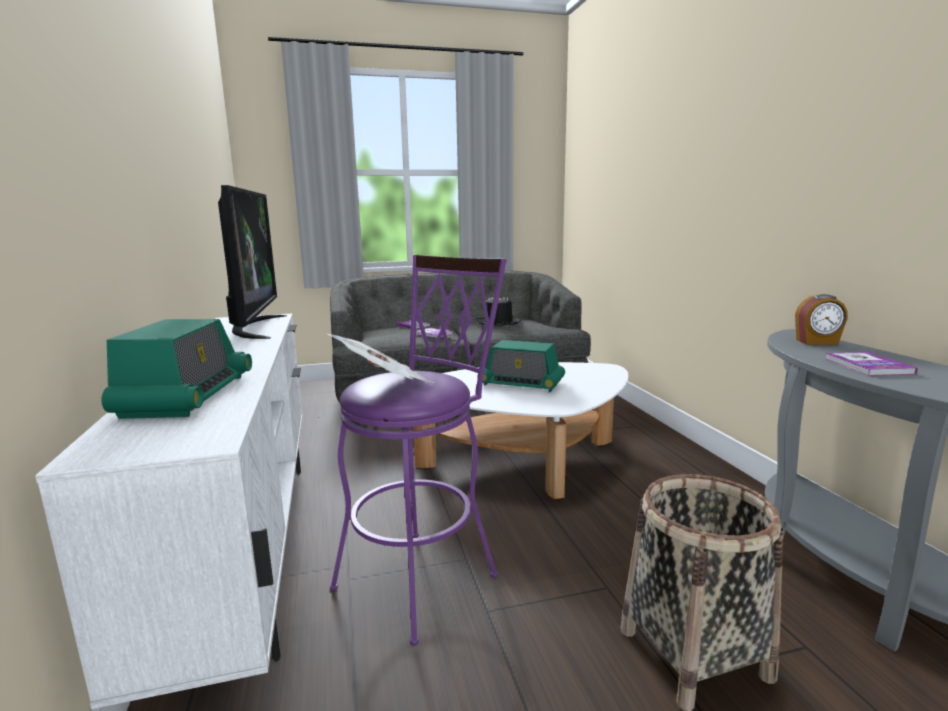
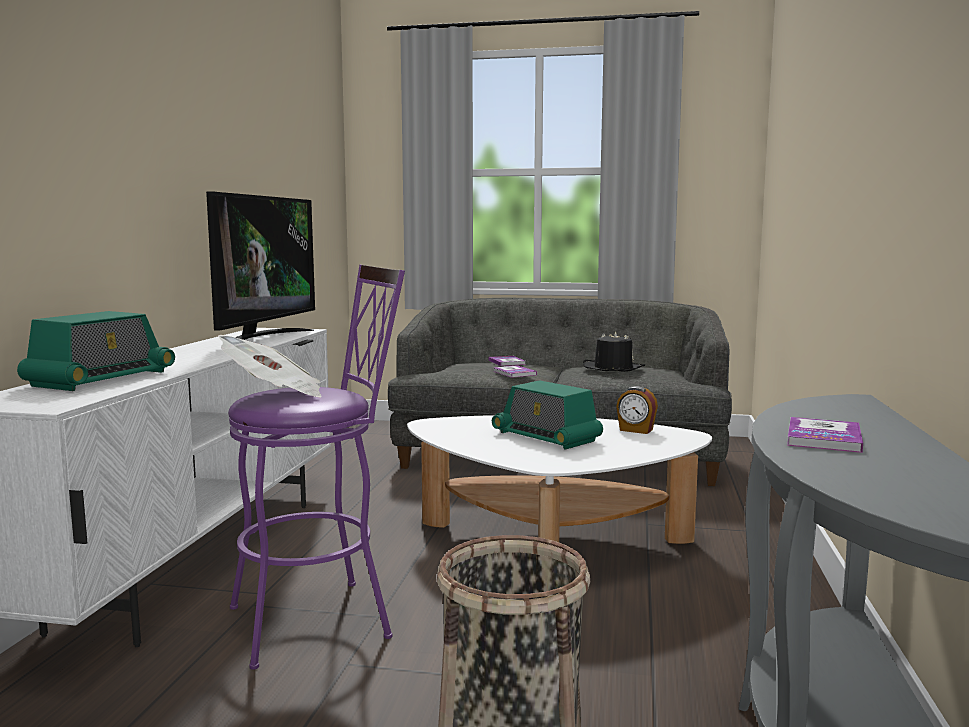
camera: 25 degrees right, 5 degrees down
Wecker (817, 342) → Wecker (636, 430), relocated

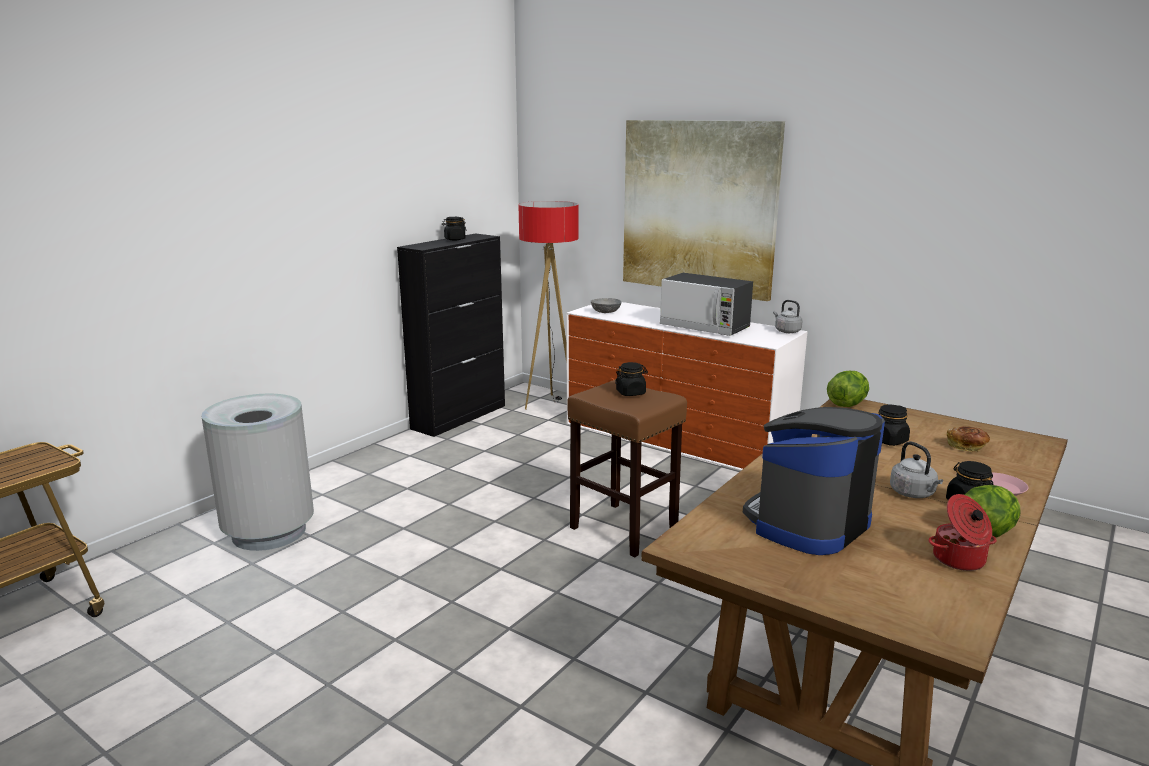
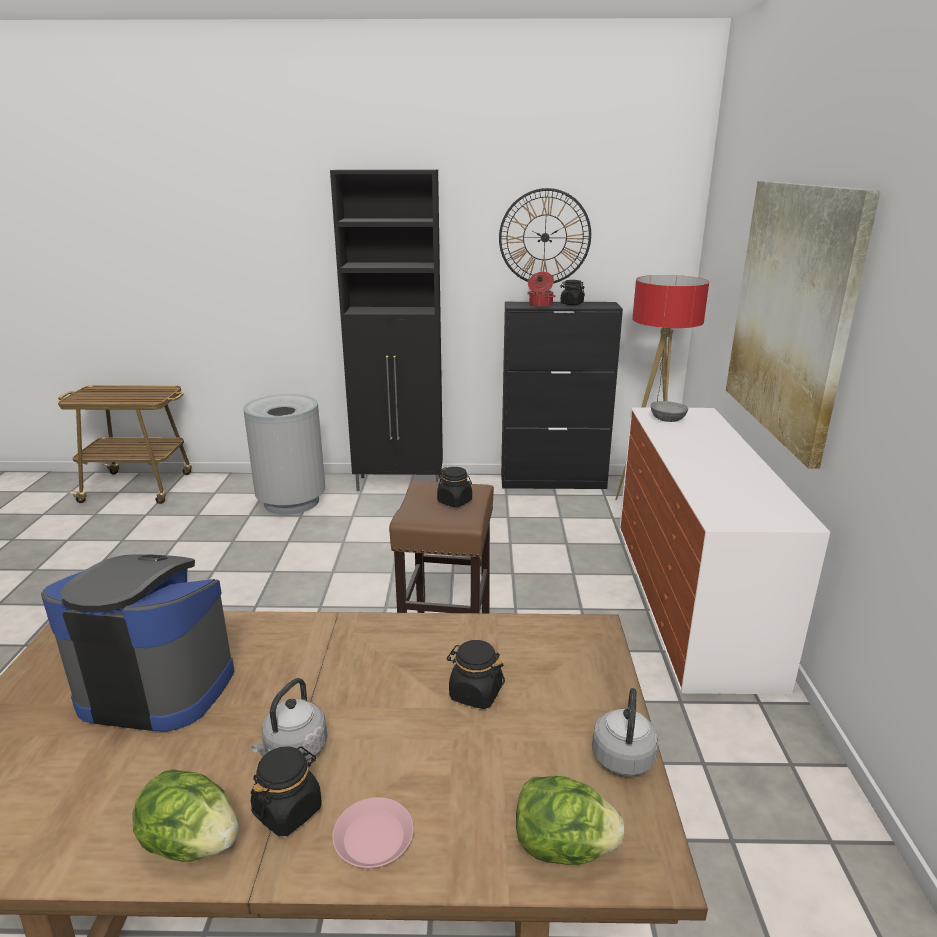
camera: 55 degrees right, 5 degrees up
Mikrowelle (705, 327) → -
Brot (966, 447) → -
- → Schrank/schwarz (400, 484)
- → Wanduhr (544, 237)
Wasserkessel/grau (786, 331) → Wasserkessel/grau (623, 755), relocated
Salatkopf (847, 404) → Salatkopf (562, 847), relocated
Kochtopf (959, 560) → Kochtopf (540, 305), relocated

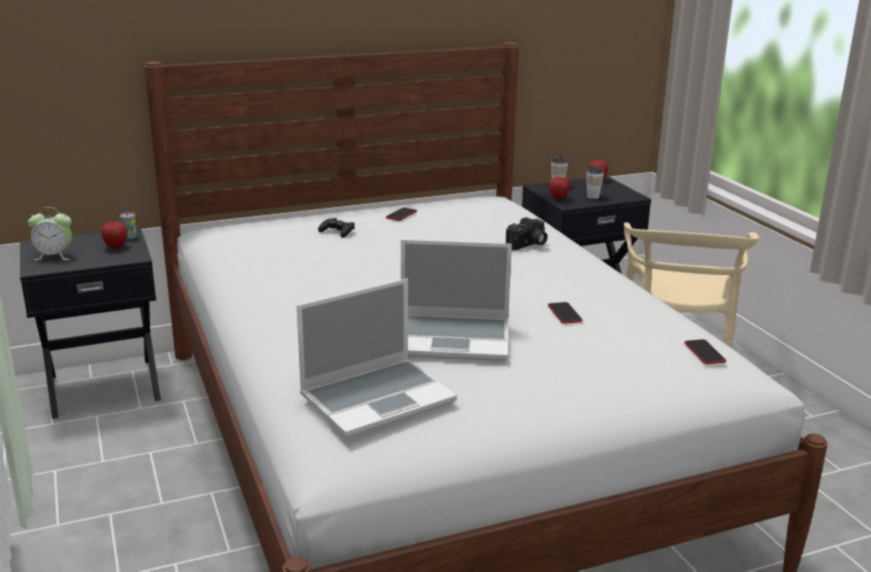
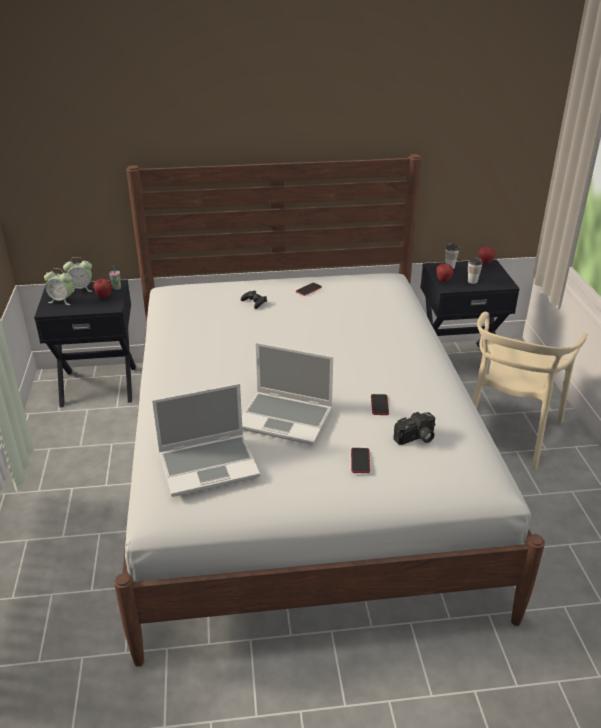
camera: 15 degrees right, 10 degrees up
- → Wecker (81, 289)
Kamera (528, 245) → Kamera (416, 438), relocated
Handy (704, 353) → Handy (360, 461), relocated

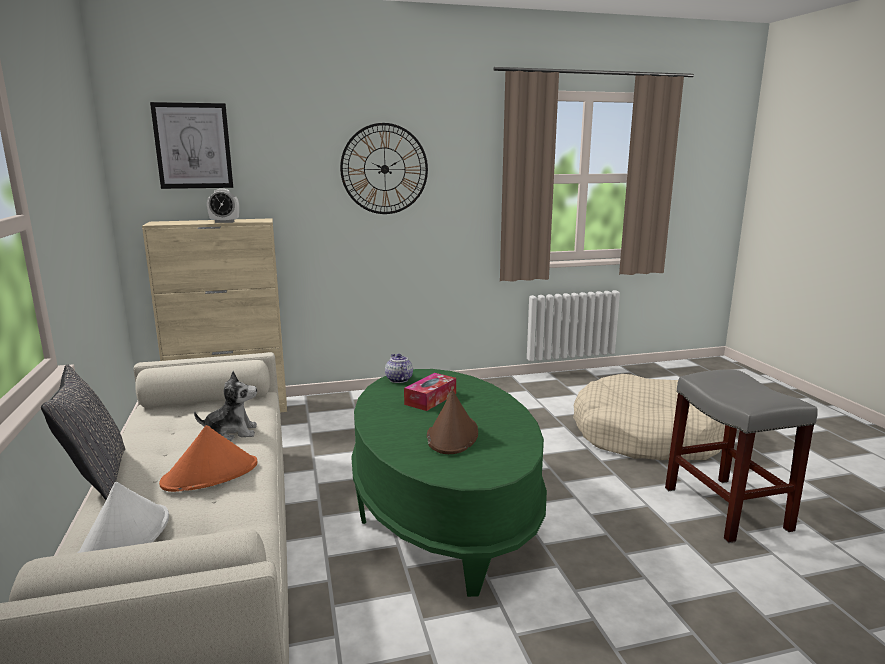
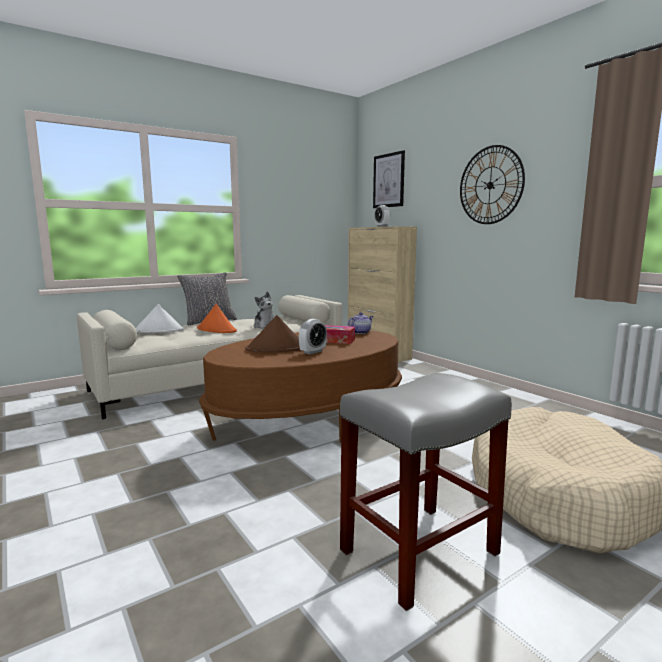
camera: 70 degrees right, 5 degrees down
- → Wecker (313, 352)
Couchtisch/grün (443, 509) → Couchtisch/braun (309, 419)

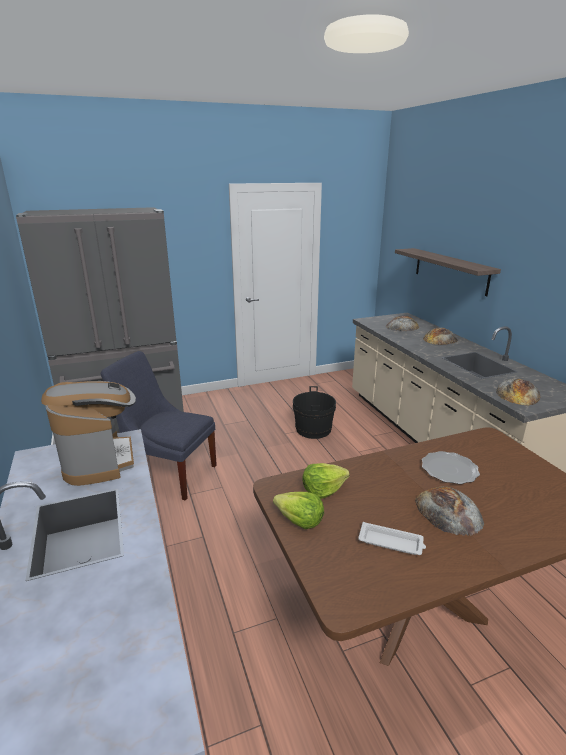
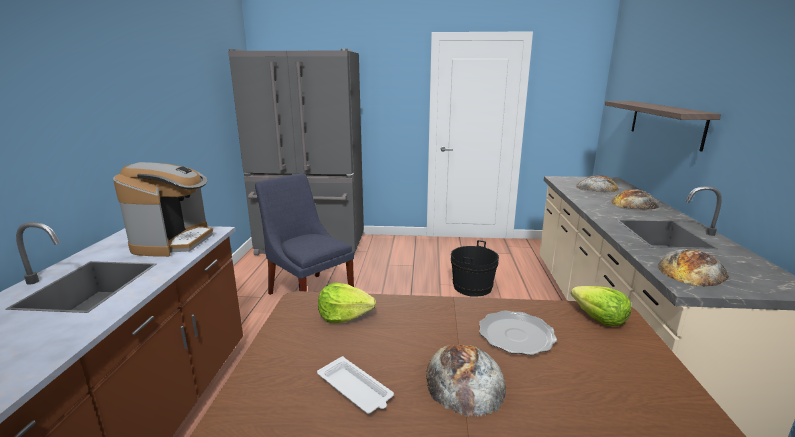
camera: 25 degrees right, 5 degrees down
Salatkopf (299, 520) → Salatkopf (599, 318), relocated

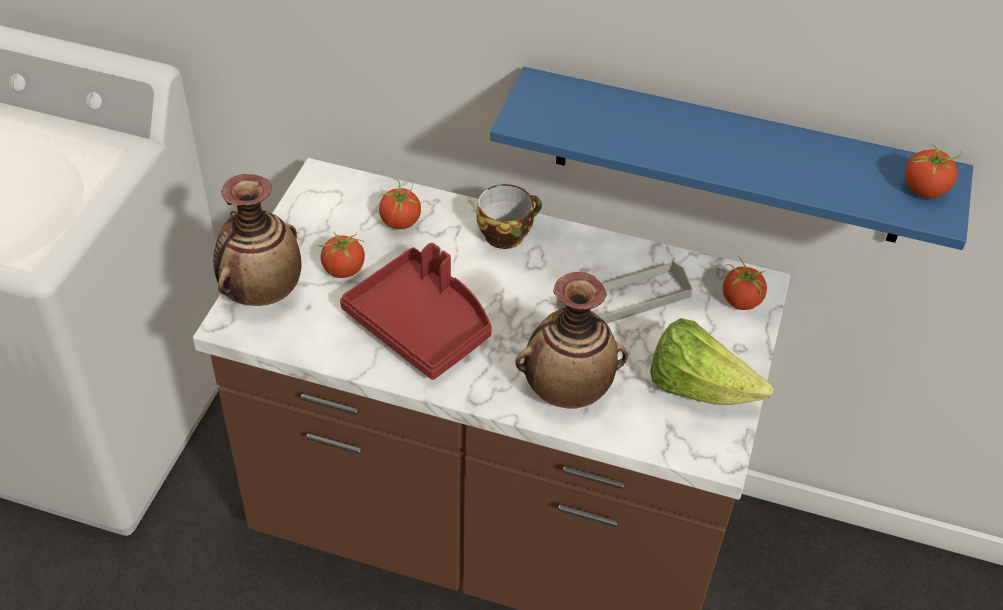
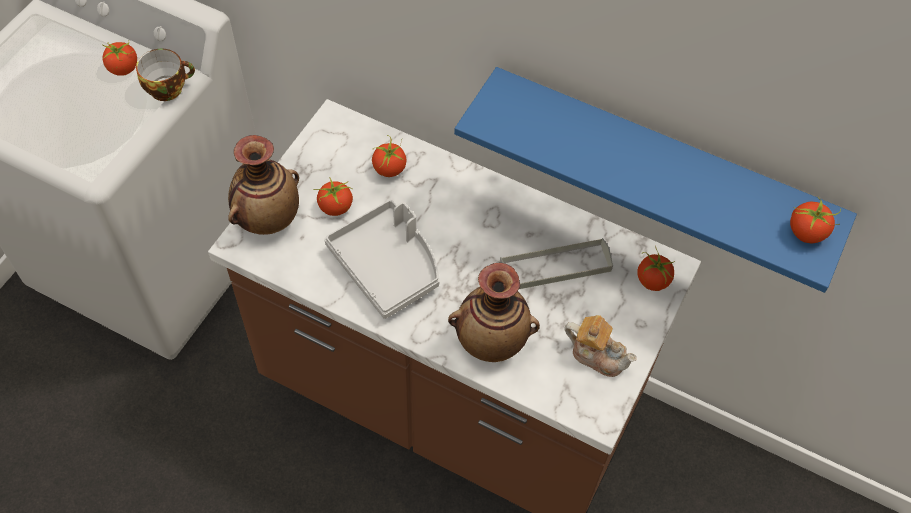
camera: 10 degrees right, 10 degrees up
- → Tomate (124, 69)
Tasse (506, 233) → Tasse (168, 87), relocated
Salatkopf (698, 388) → Teekanne (597, 354)
Tablett/rot (421, 325) → Tablett/grau (387, 266)

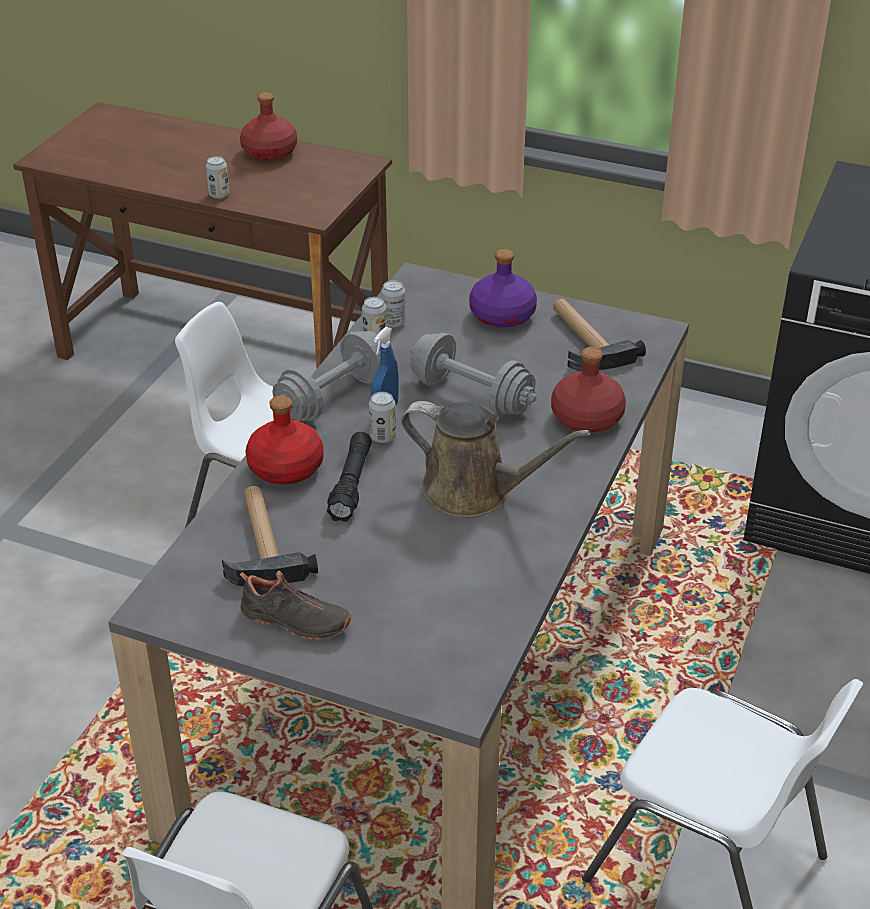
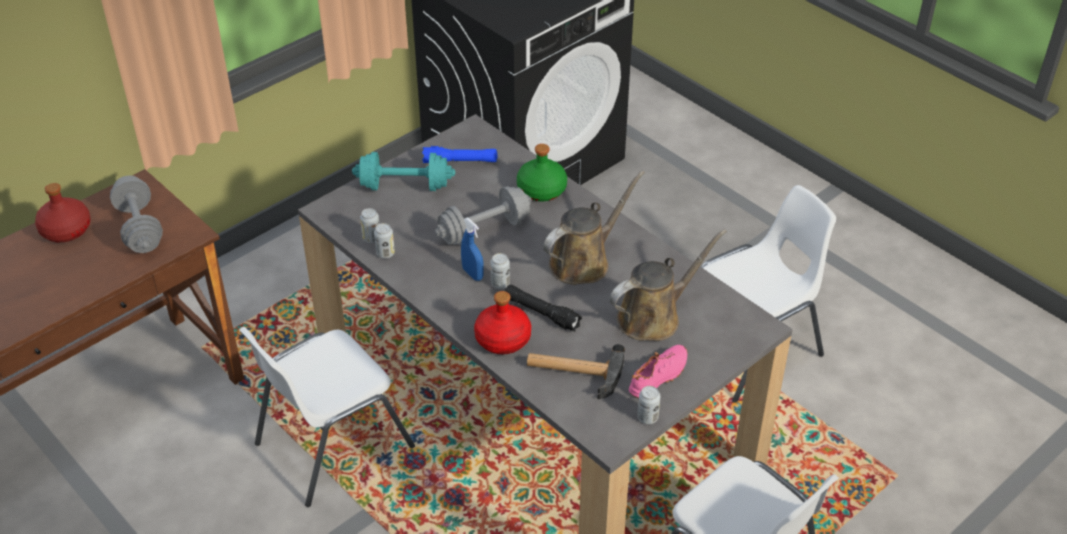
camera: 65 degrees left, 5 degrees up
- → Gießkanne/braun (653, 317)
Dose (219, 195) → Dose (647, 417), relocated
Hantel/grau (333, 397) → Hantel/grau (140, 228), relocated
Flasche/lila (503, 315) → Hantel/türkis (404, 186)
Hammer (584, 340) → Taschenlampe/blau (460, 162)
Schuh/schwarz (294, 622) → Schuh/rosa (659, 377)
Flasche/rot (586, 417) → Flasche/grün (541, 190)

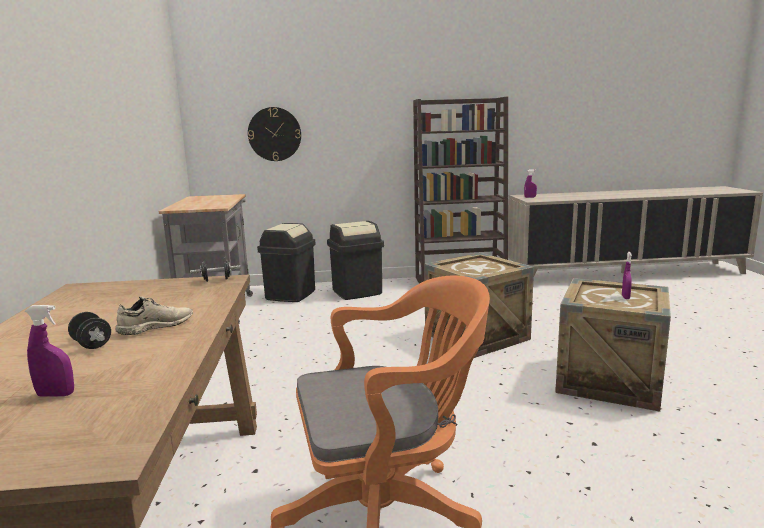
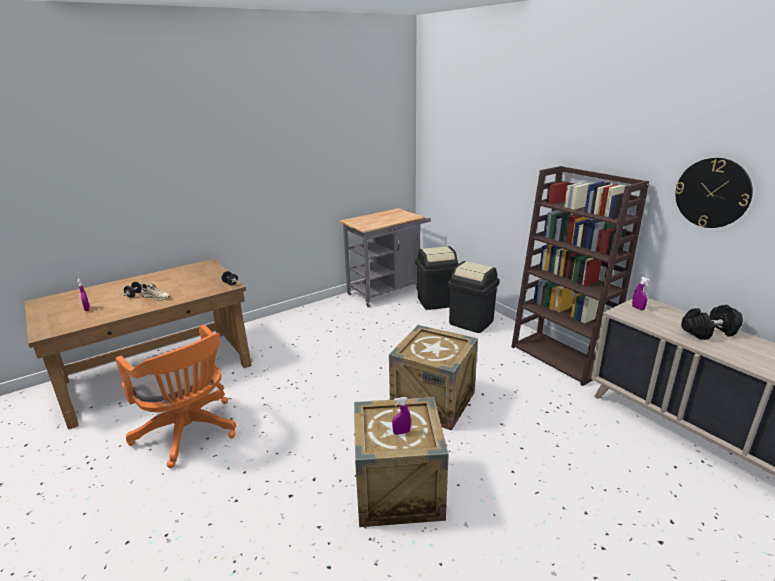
camera: 60 degrees right, 10 degrees up
- → Hantel/schwarz (708, 332)
Wanduhr (274, 134) → Wanduhr (712, 193), relocated

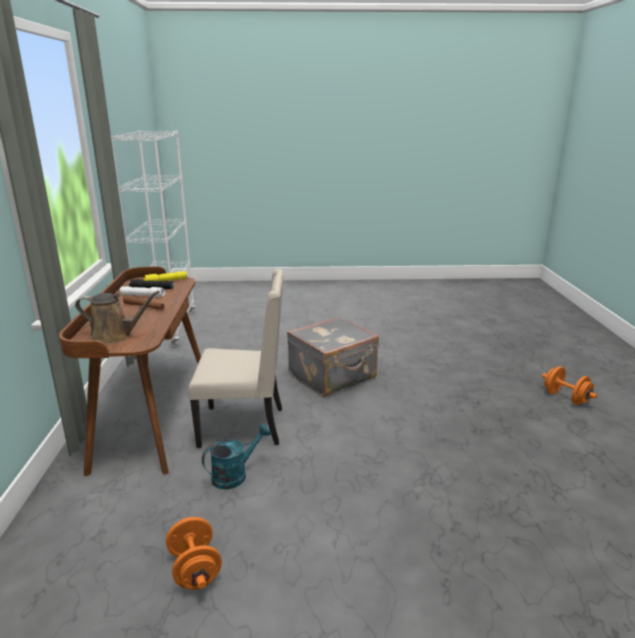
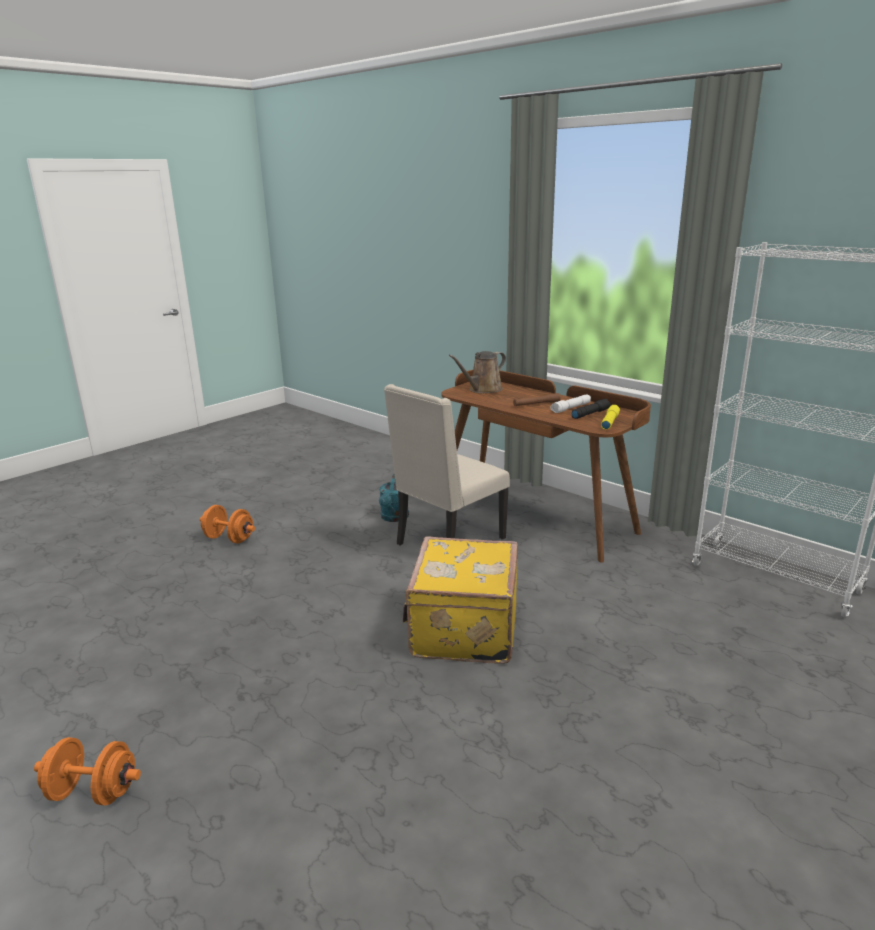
camera: 135 degrees right, 0 degrees up
Hantel/orange (195, 569) → Hantel/orange (229, 538), relocated
Koffer/grau (333, 377) → Koffer/gelb (462, 629)

